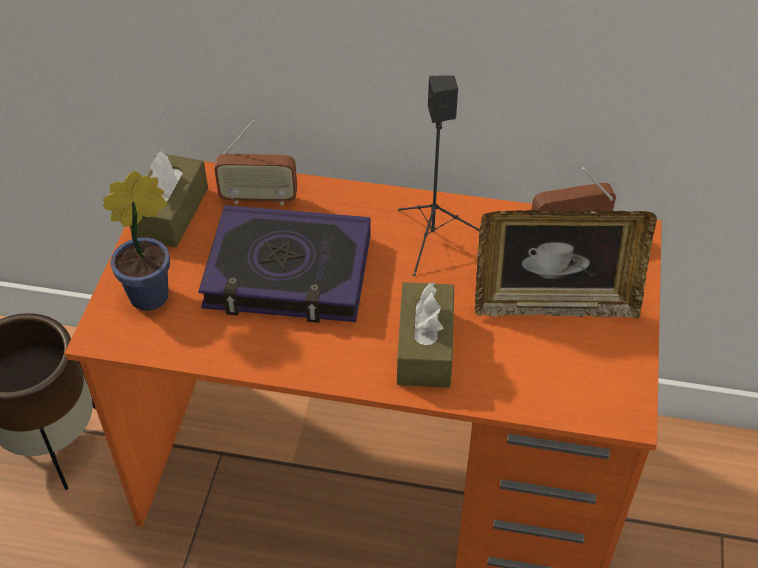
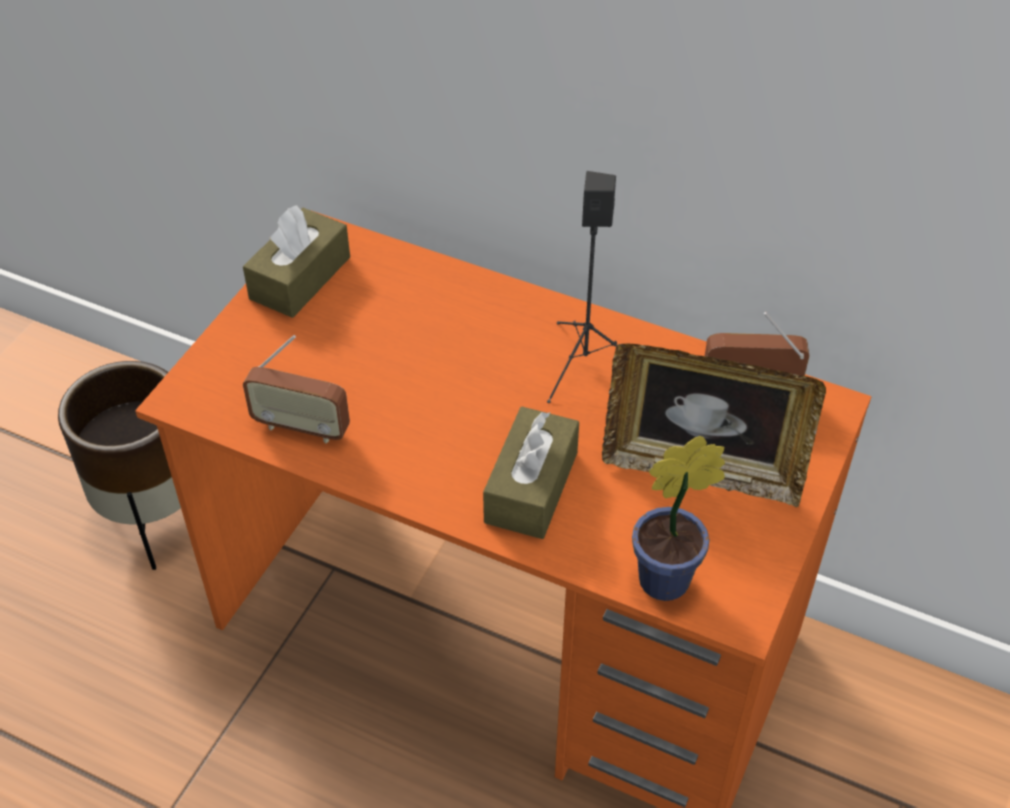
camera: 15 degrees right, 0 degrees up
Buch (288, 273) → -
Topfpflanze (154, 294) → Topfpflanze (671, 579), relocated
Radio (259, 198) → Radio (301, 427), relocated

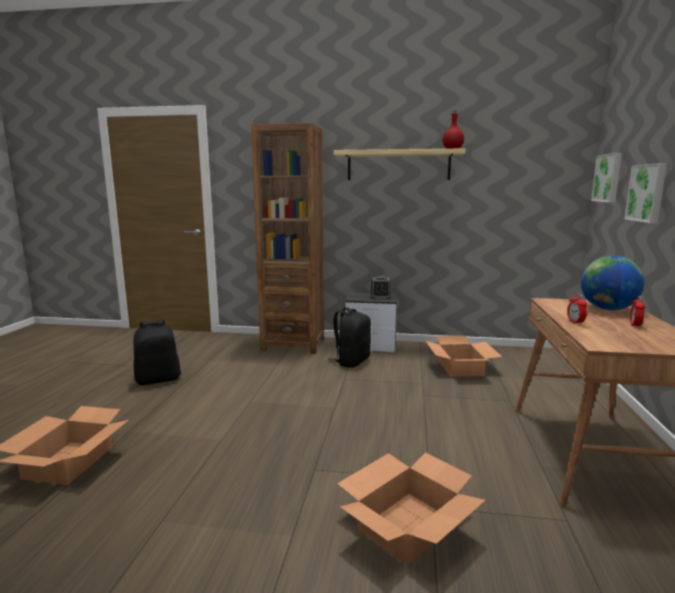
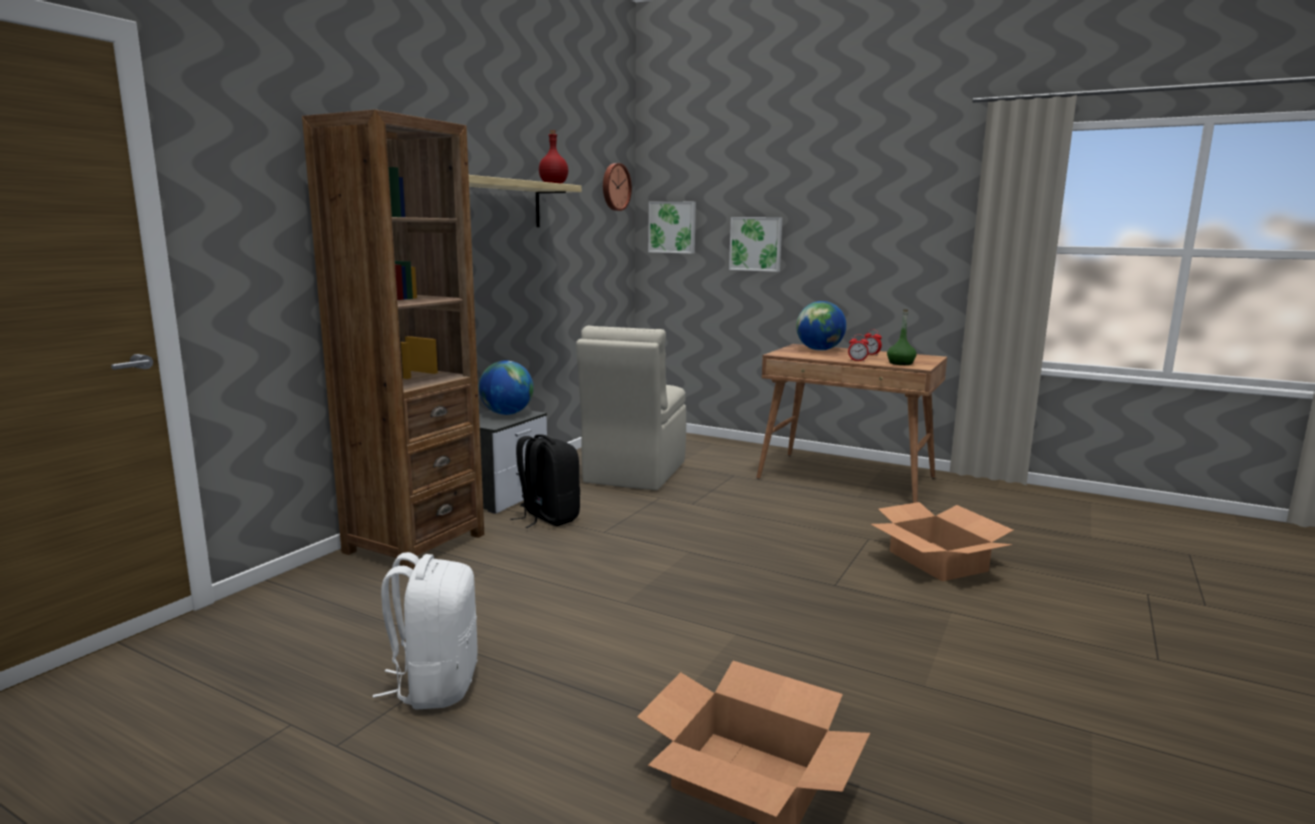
camera: 70 degrees left, 0 degrees up
- → Wanduhr (615, 187)
- → Flasche/grün (900, 363)
Wecker (380, 297) → Globus (506, 414)
Karton (460, 368) → Stuhl/beige (634, 473)
Rucksack/schwarz (158, 379) → Rucksack/weiß (435, 685)

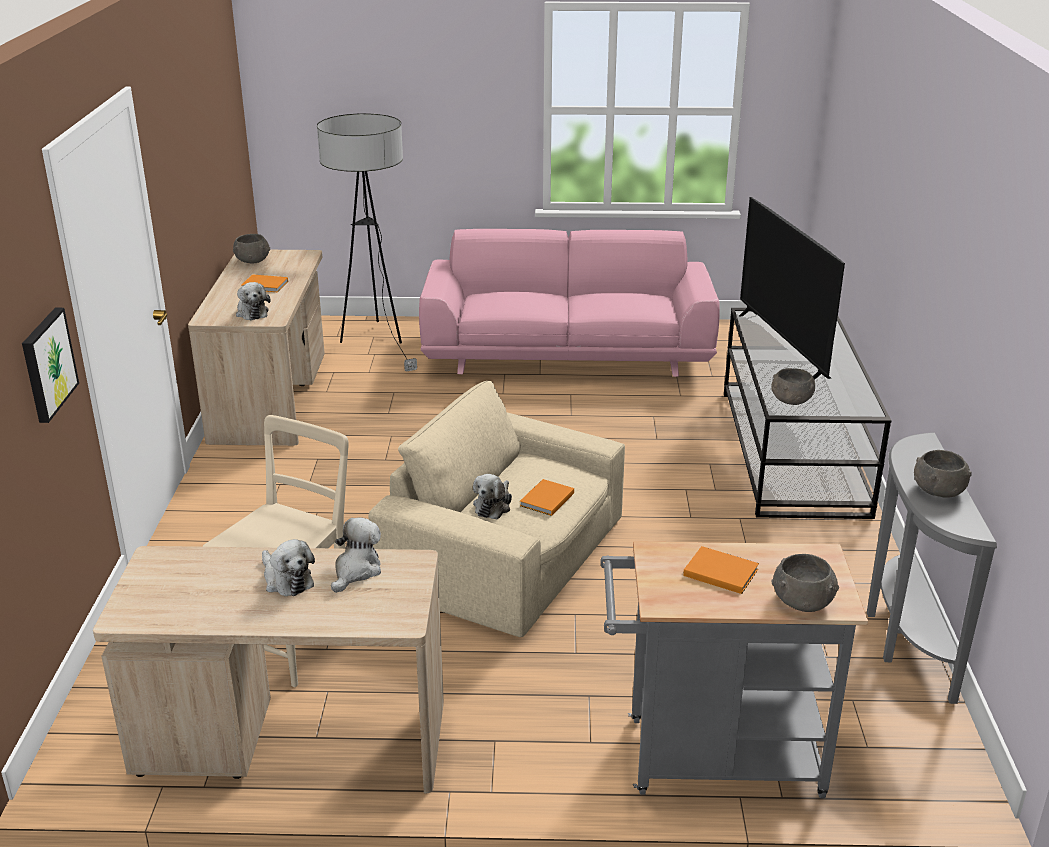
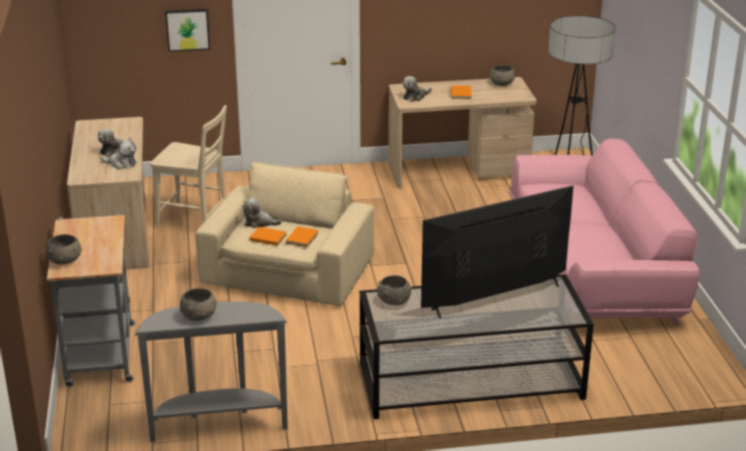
camera: 80 degrees right, 0 degrees up
Buch/orange (719, 571) → Buch/orange (303, 238), relocated

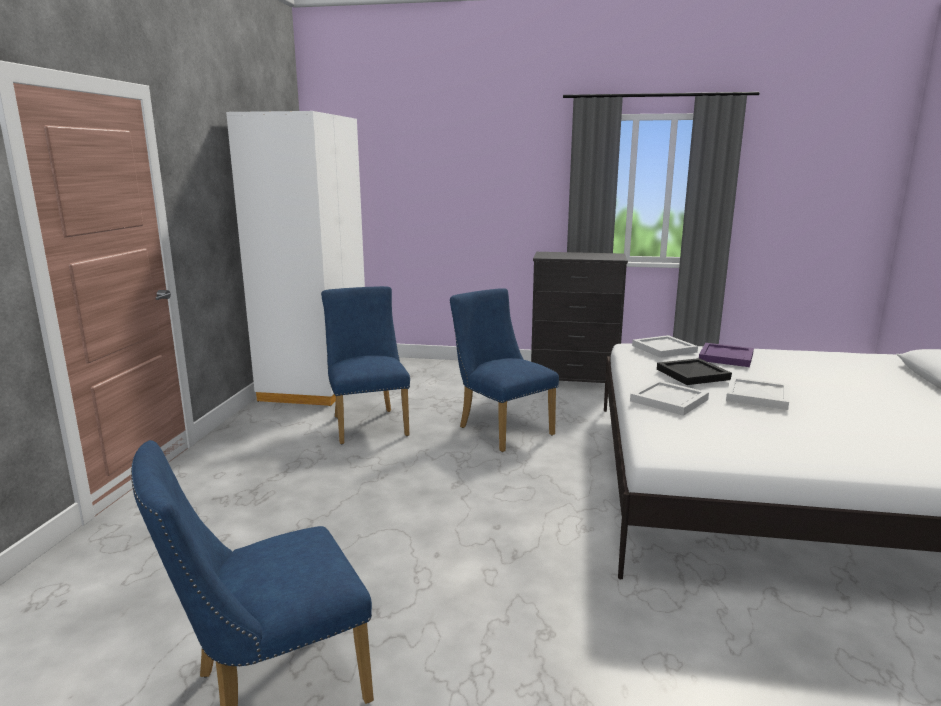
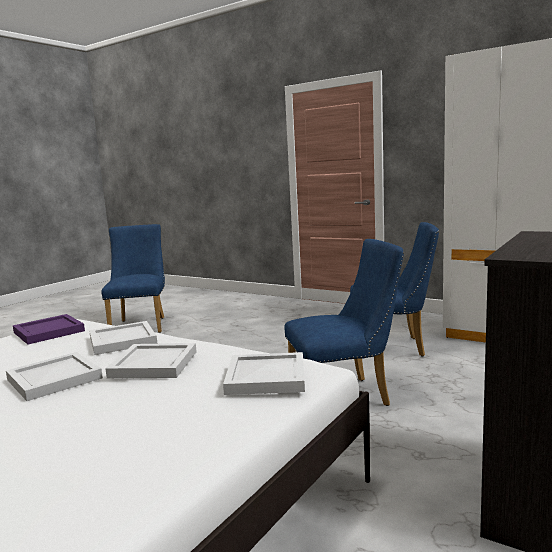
camera: 115 degrees right, 5 degrees down
Tablett/lila (725, 357) → Tablett/lila (50, 331), relocated
Tablett/schwarz (692, 374) → Tablett/weiß (153, 364)

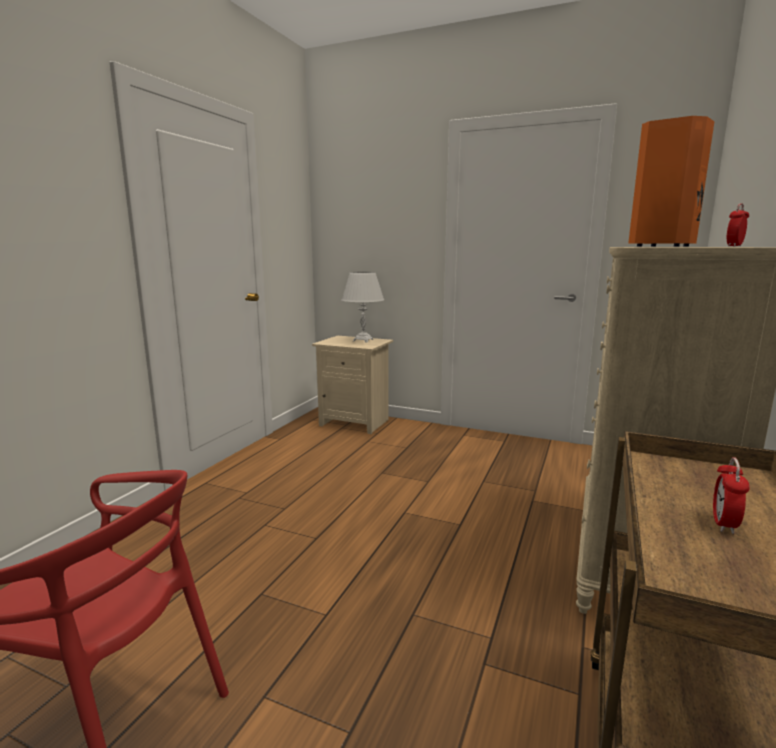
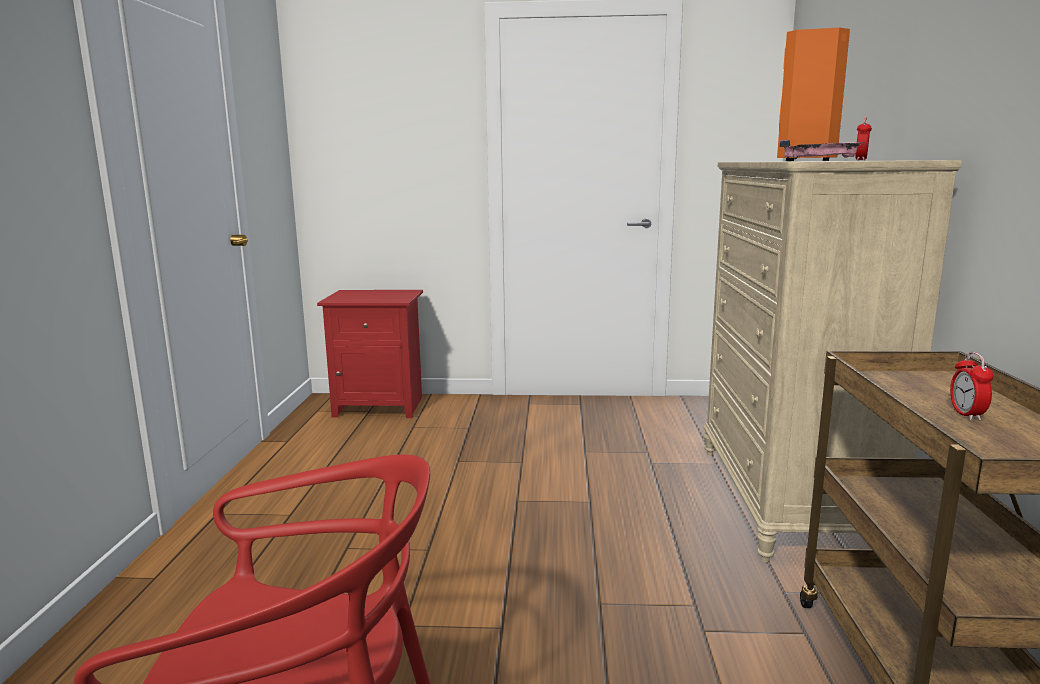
camera: 20 degrees left, 0 degrees up
Tischlampe/weiß (363, 340) → -
- → Tablett/rosa (823, 160)
Nachttisch/beige (355, 422) → Nachttisch/rot (380, 406)

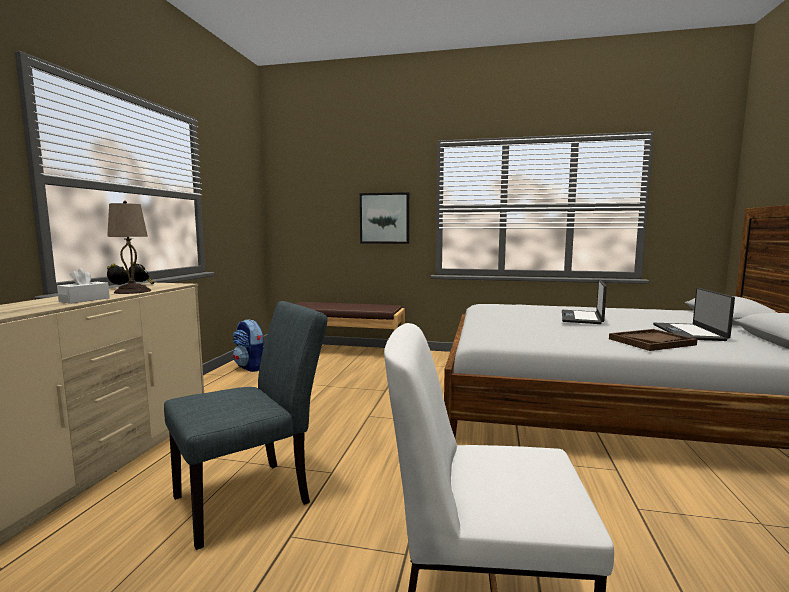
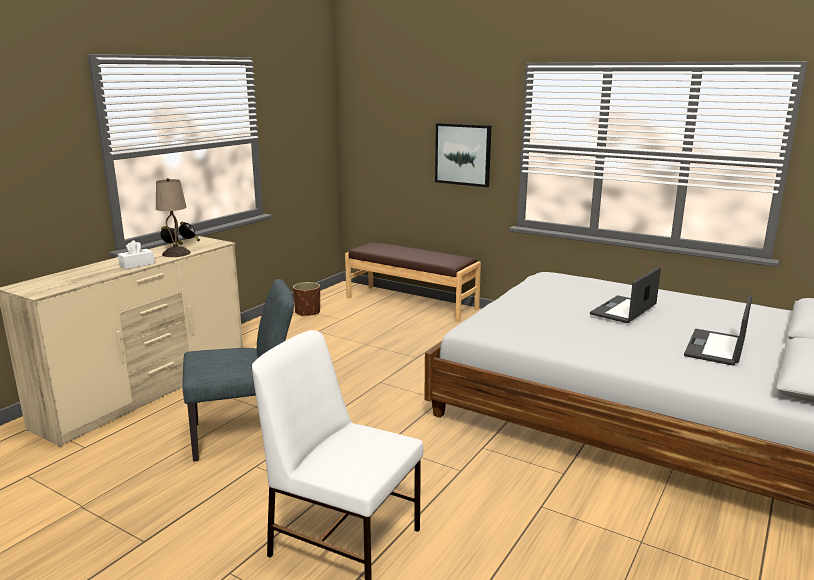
camera: 20 degrees right, 10 degrees up
Tablett/braun (651, 342) → -
Rucksack (251, 367) → Pflanzkübel/braun (307, 312)

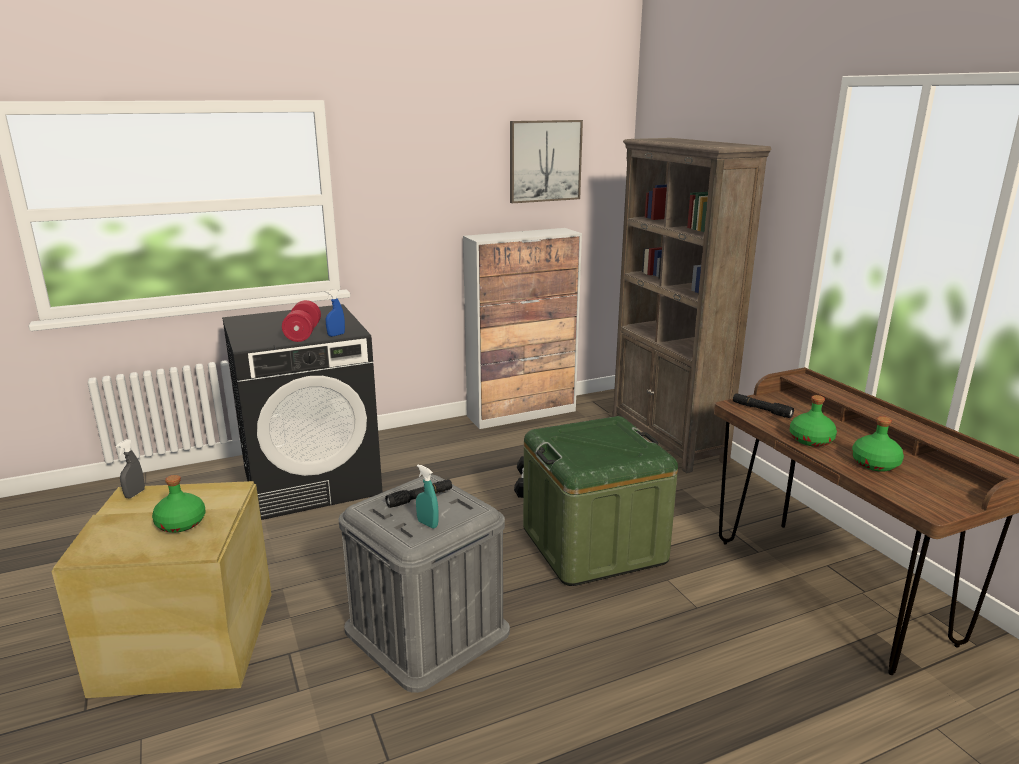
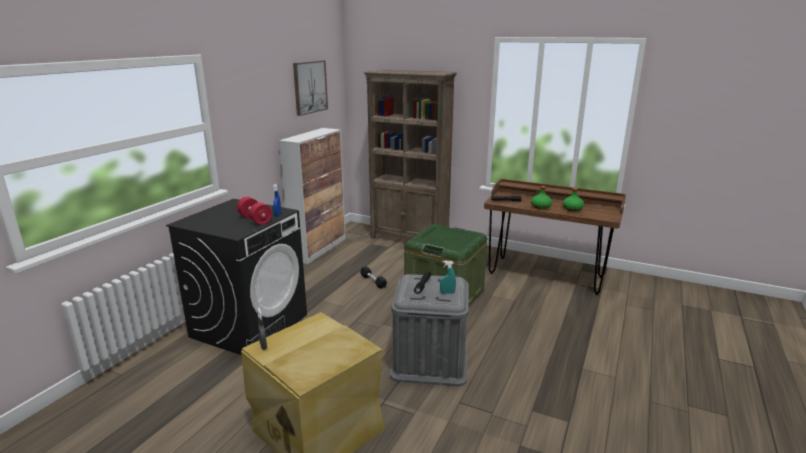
camera: 40 degrees left, 0 degrees up
Flasche/grün (180, 524) → -

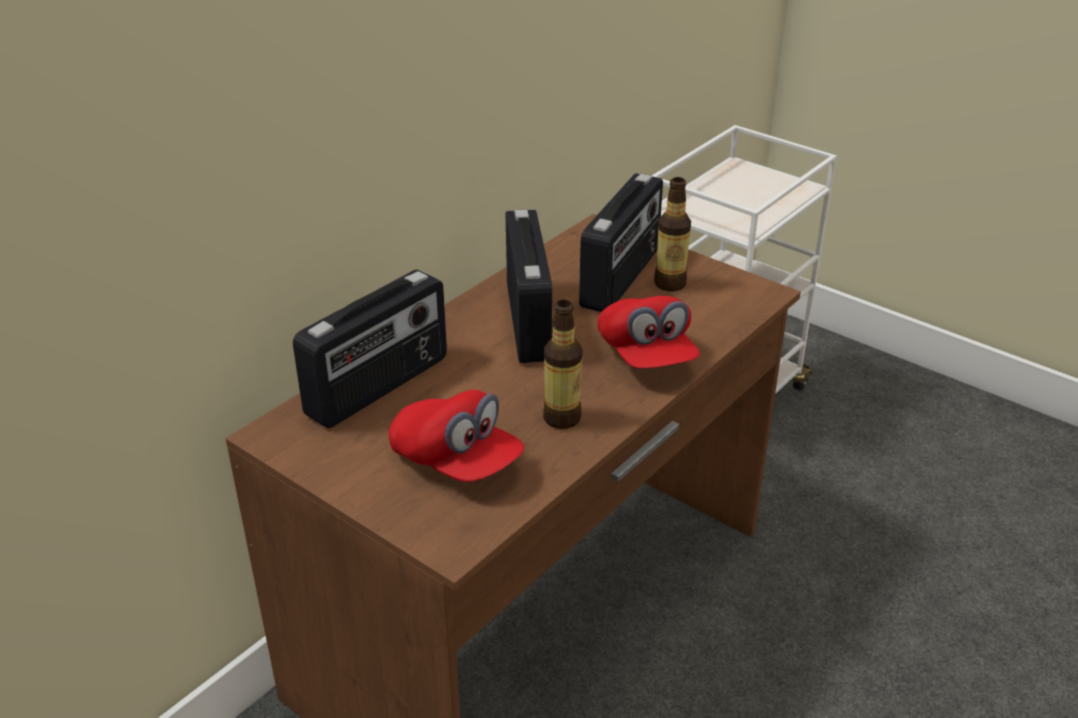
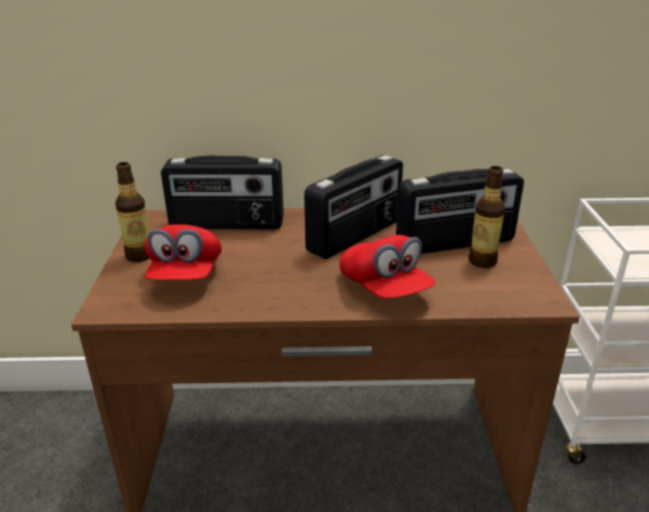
camera: 50 degrees right, 5 degrees down
Flasche (562, 418) → Flasche (139, 255), relocated
Kappe/rot (646, 356) → Kappe/rot (384, 288), 60 degrees counterclockwise

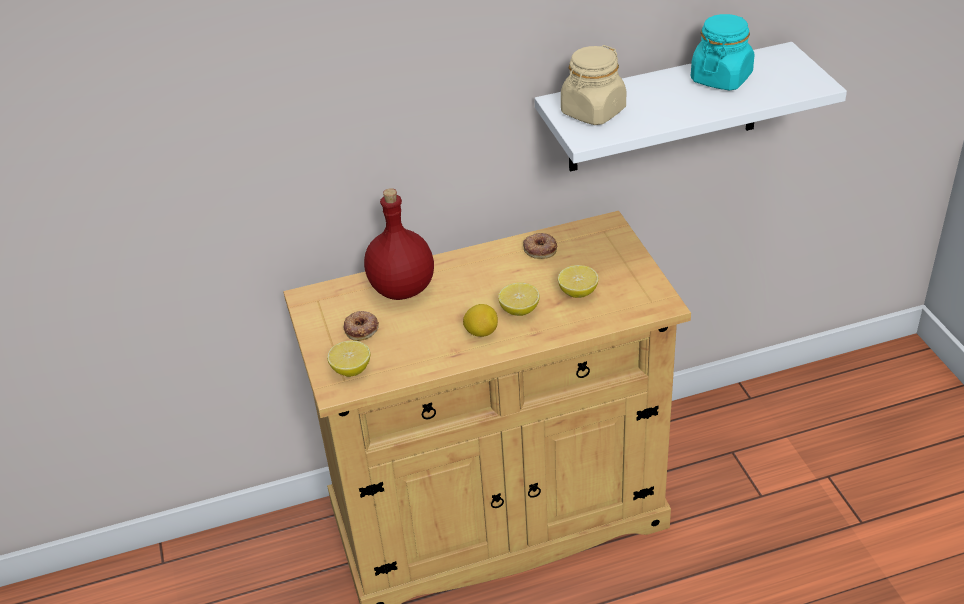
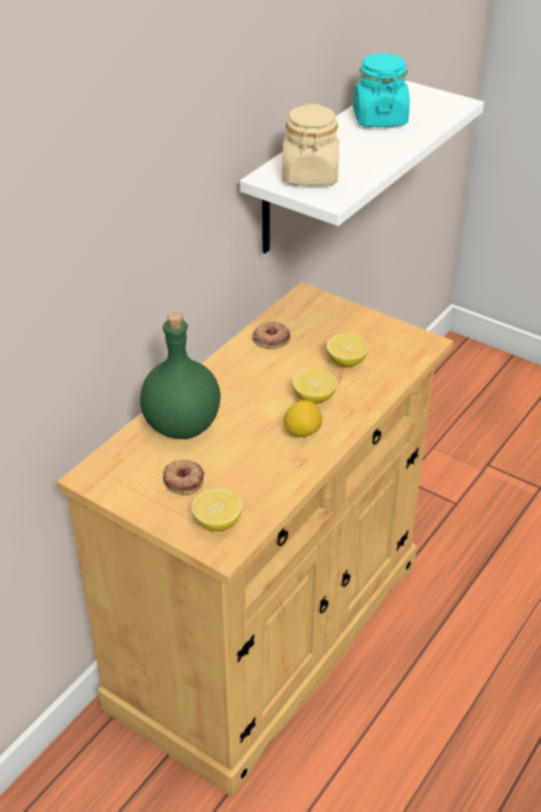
camera: 40 degrees left, 0 degrees up
Flasche/rot (402, 290) → Flasche/grün (183, 427)

